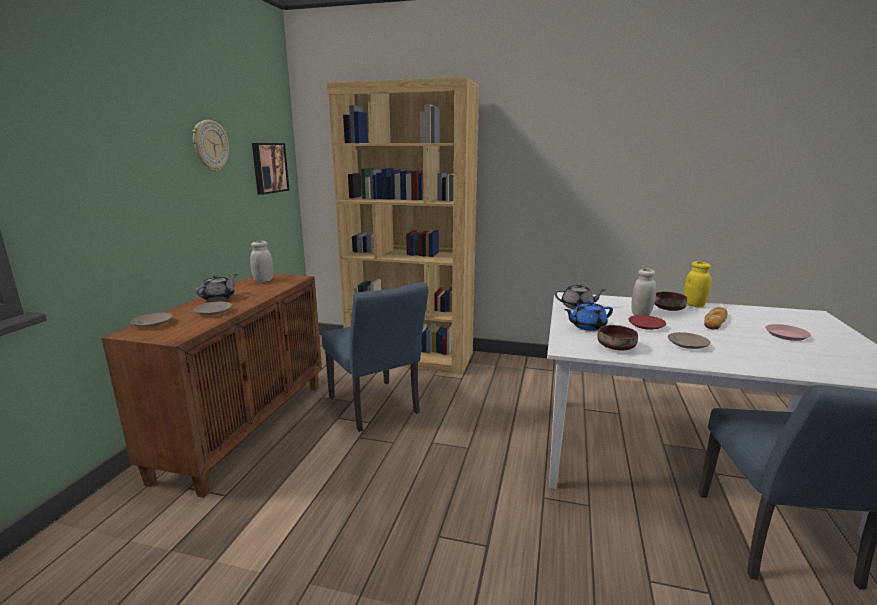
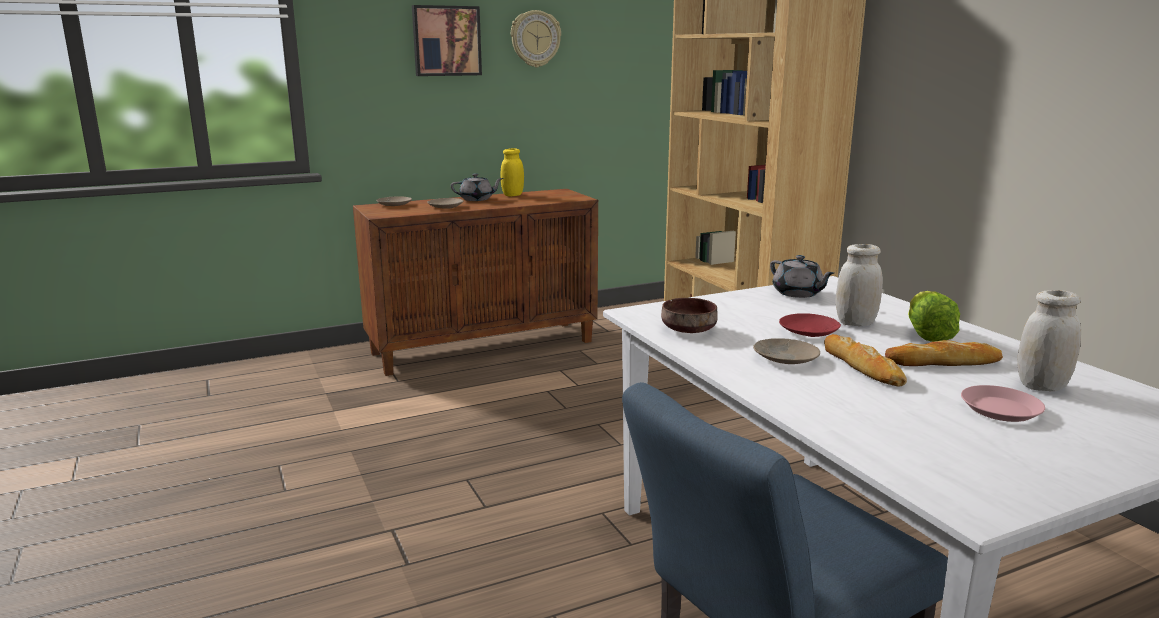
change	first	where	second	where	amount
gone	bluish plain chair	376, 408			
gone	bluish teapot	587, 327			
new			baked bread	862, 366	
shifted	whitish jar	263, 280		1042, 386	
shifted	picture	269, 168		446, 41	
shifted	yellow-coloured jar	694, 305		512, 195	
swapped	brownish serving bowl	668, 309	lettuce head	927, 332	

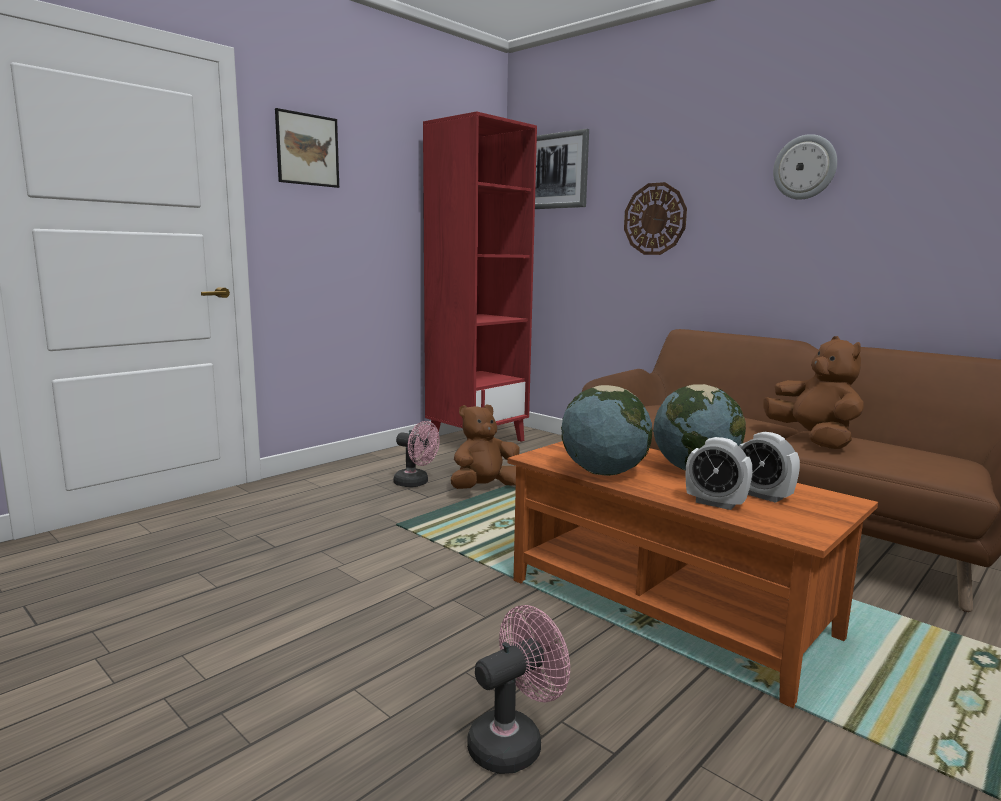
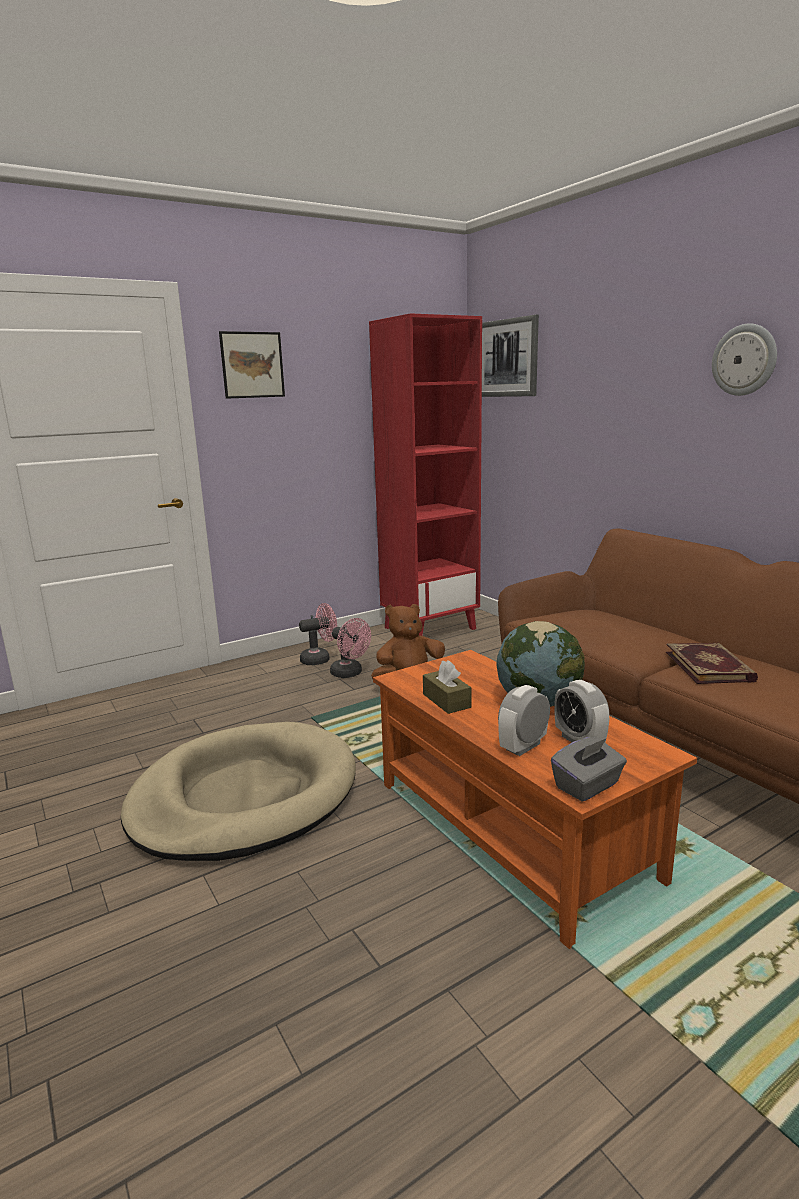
change	first	where	second	where	amount
gone	hanging clock	655, 219			
new			beige-coloured dog cushion	244, 797	
new			greyish tissue box	587, 786	
shifted	pink cooling fan	514, 742		320, 659	
swapped	world globe	603, 472	brownish tissue box	446, 701	
swapped	brownish cuddly toy	813, 440	bound book	710, 666	
rotated	alarm clock	715, 503		523, 747	90 degrees clockwise

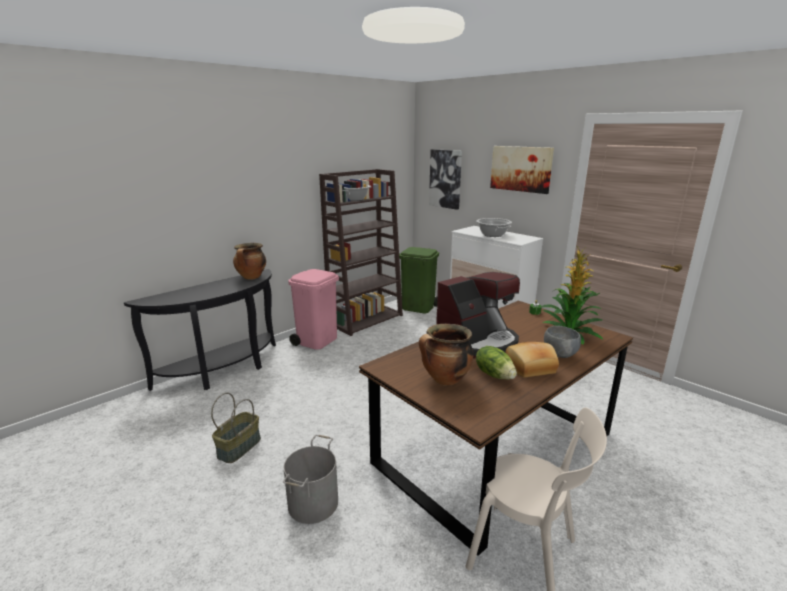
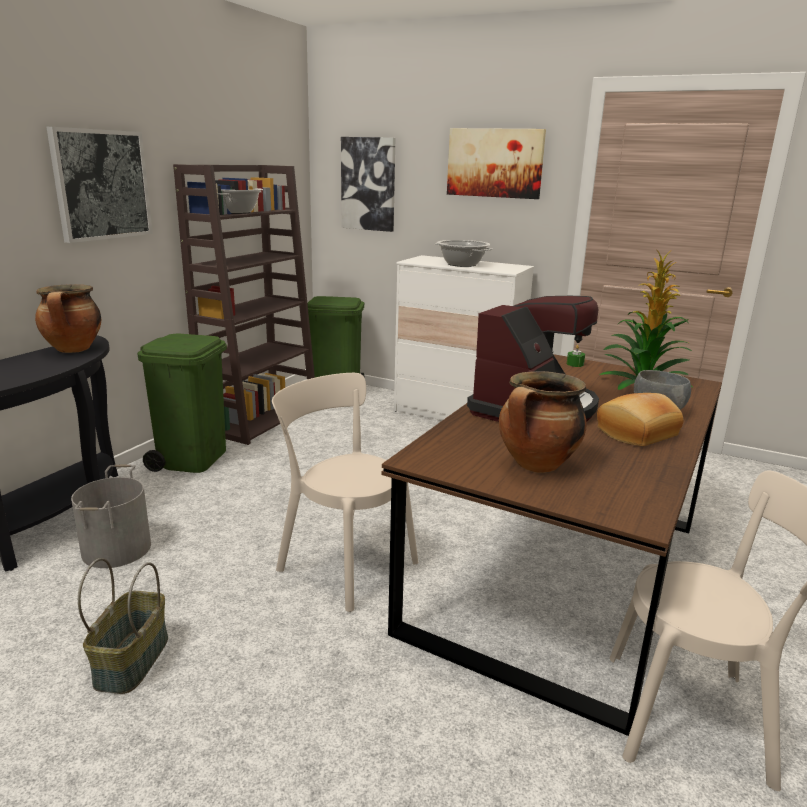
change	first	where	second	where	amount
gone	lettuce head	494, 374			
new			picture	101, 185	
new			beige-coloured plain chair	343, 563	
shifted	greyish water bucket	312, 503		115, 549	
repainted	pink trash can	317, 340	greenish trash can	192, 459	

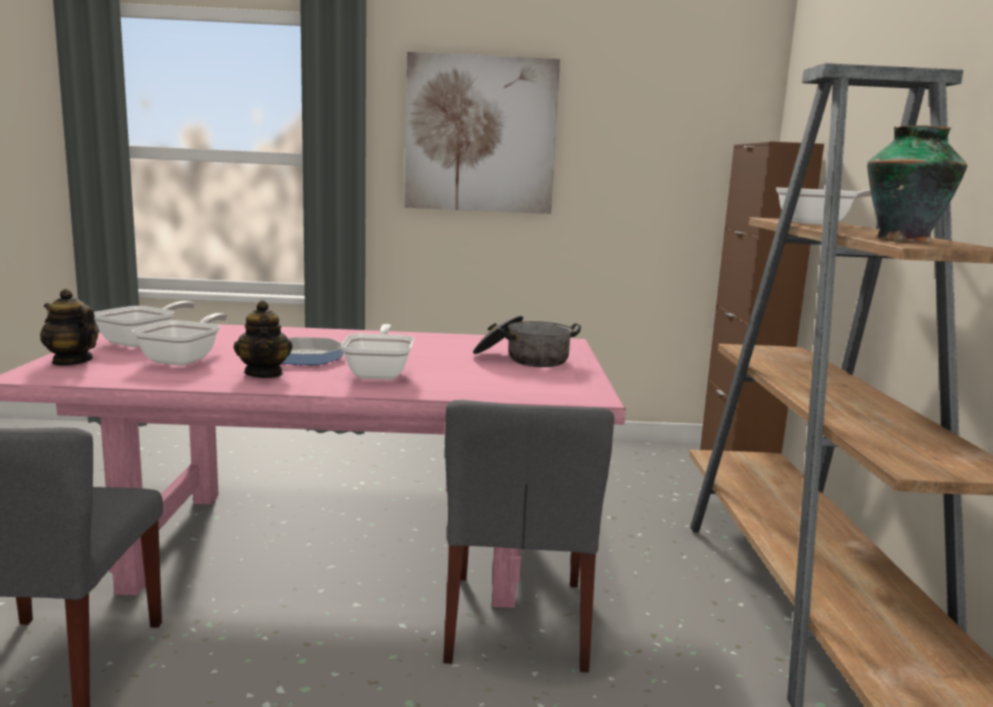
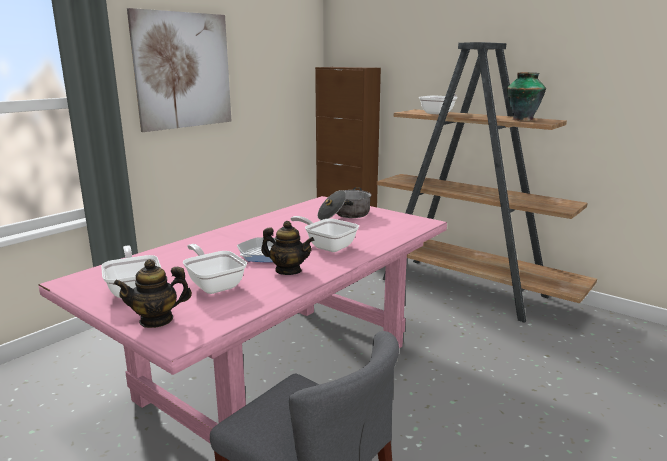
change	first	where	second	where	amount
gone	greyish plain chair	517, 620			

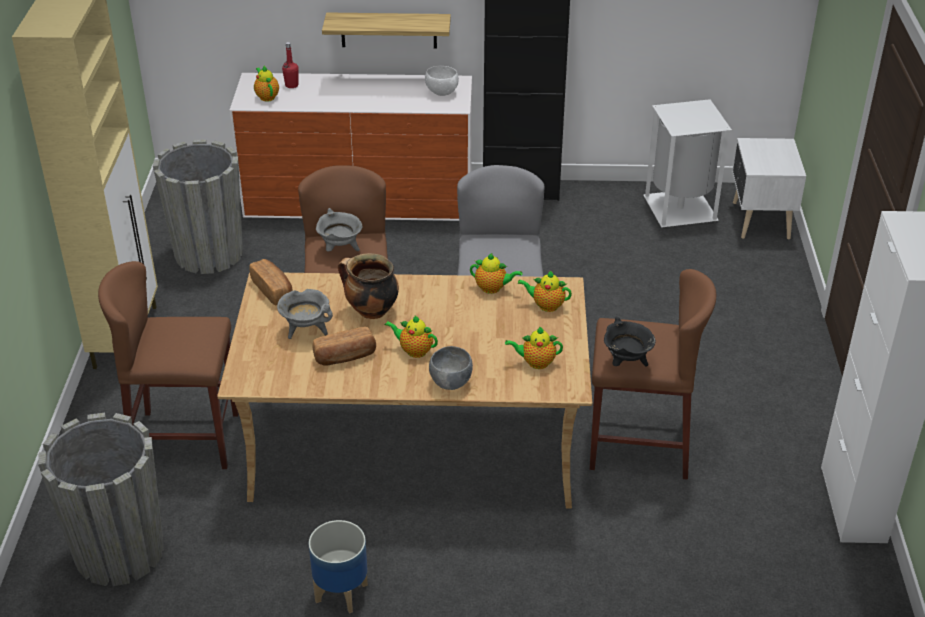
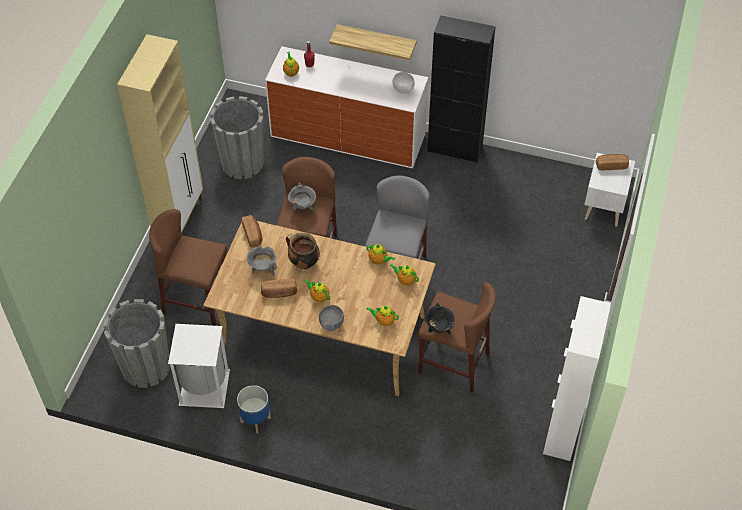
change	first	where	second	where	amount
new			baked bread	611, 165	
shifted	whitish trash can	681, 207		205, 386	

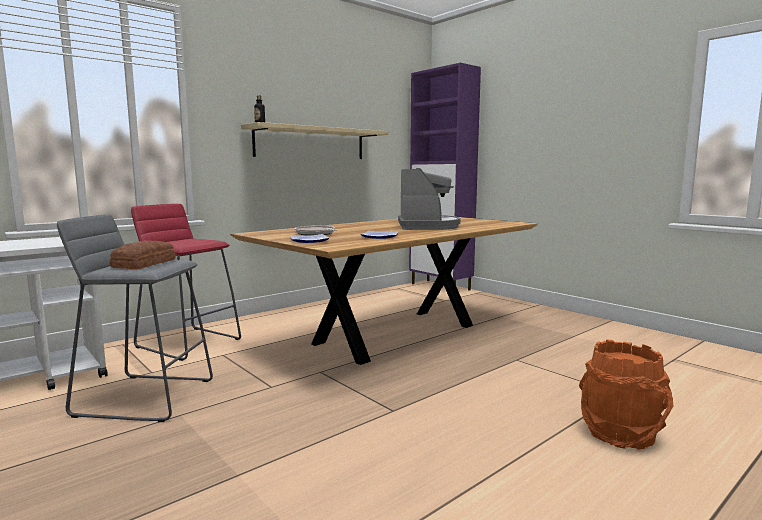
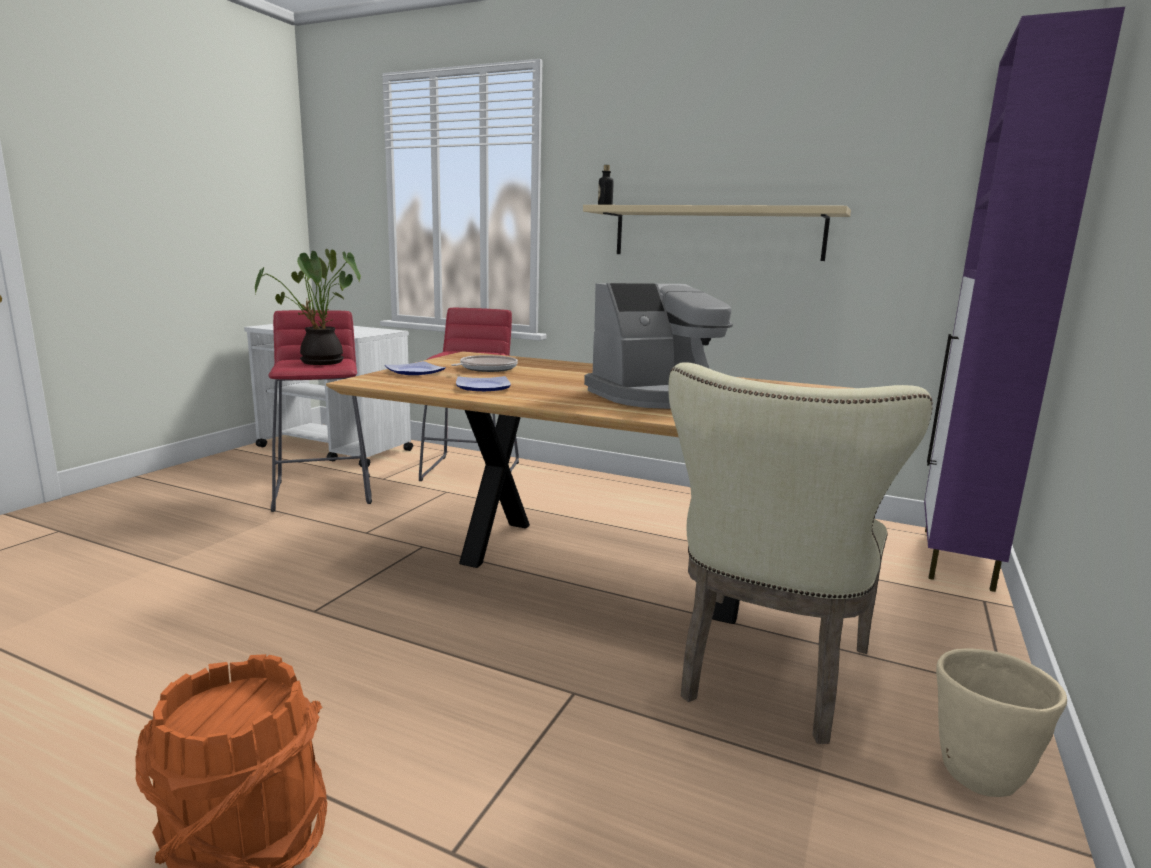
change	first	where	second	where	amount
new			beige-coloured plain chair	768, 678	
new			beige-coloured flower pot	978, 775	
swapped	baked bread	146, 263	houseplant	318, 362	
repainted	greyish stool seat	145, 397	red-coloured stool seat	324, 491	

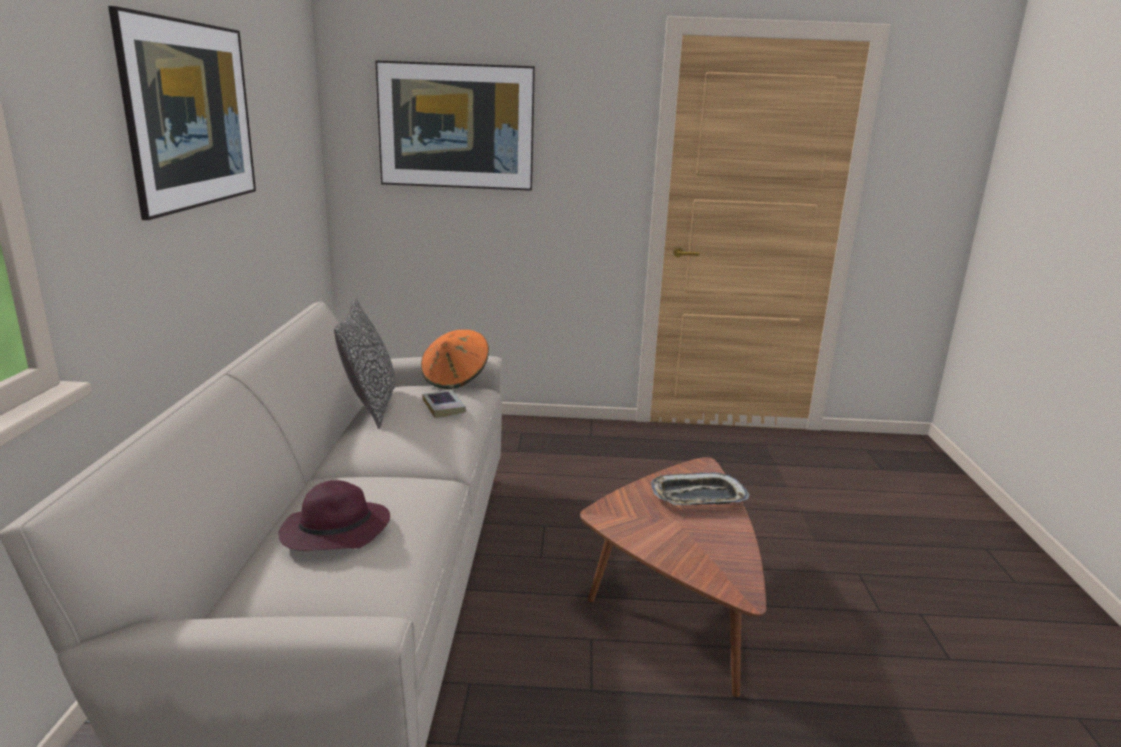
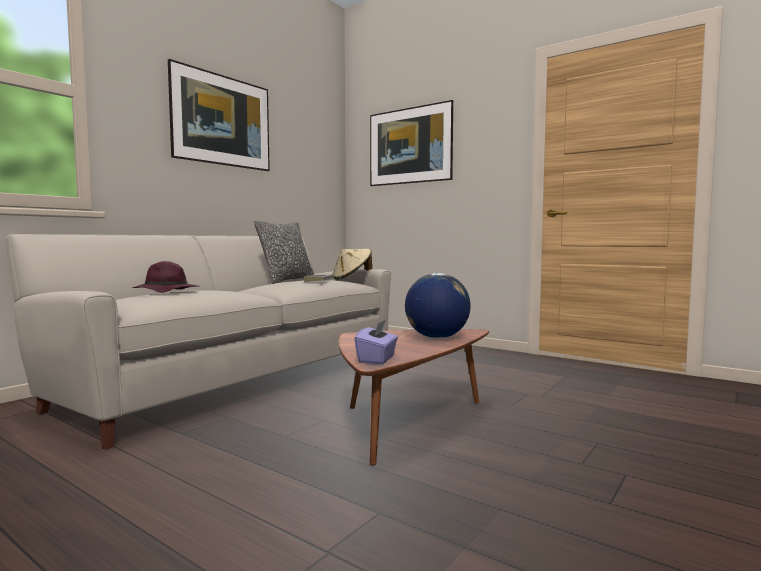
change	first	where	second	where	amount
new			purple-coloured tissue box	377, 359	
swapped	carrying tray	697, 497	world globe	436, 337	
repainted	orange clothing hat	455, 379	beige-coloured clothing hat	352, 278	

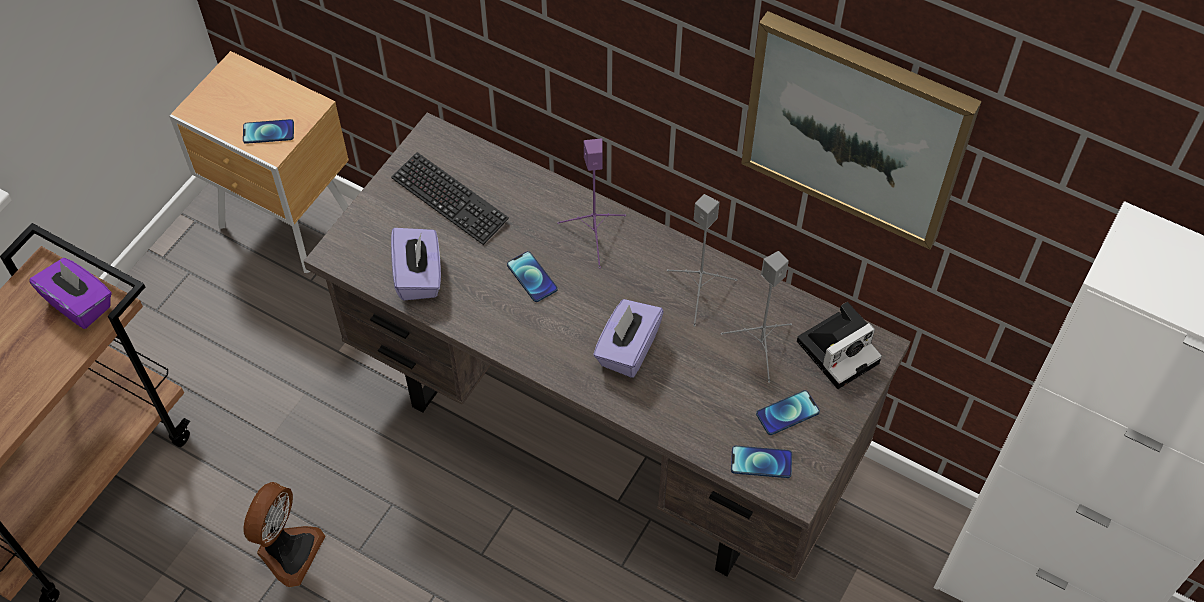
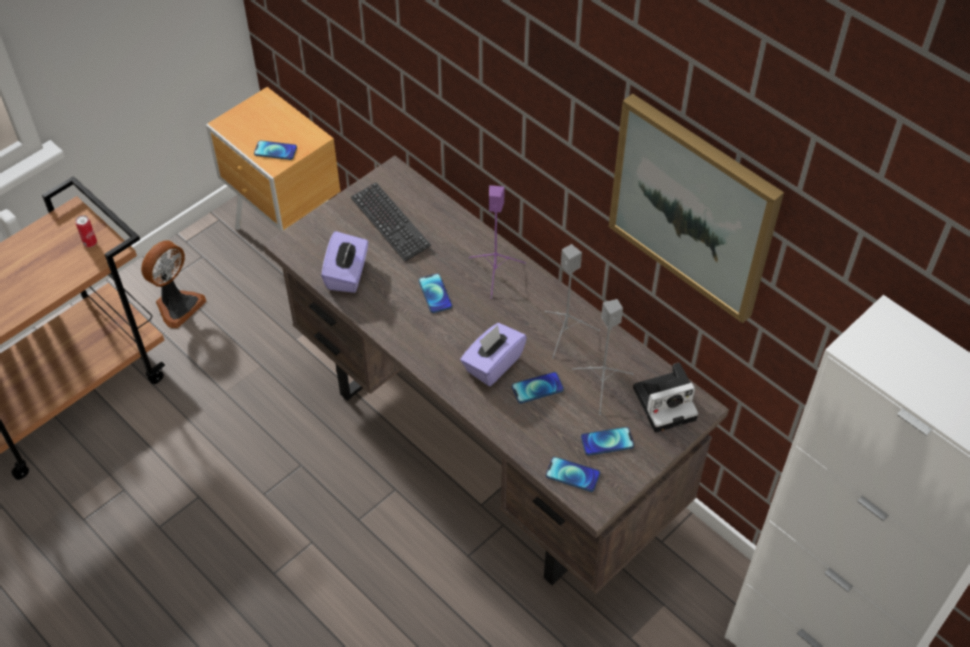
change	first	where	second	where	amount
new			phone	537, 388	
shifted	cooling fan	288, 551		177, 305	
swapped	purple-coloured tissue box	80, 303	can	90, 243	

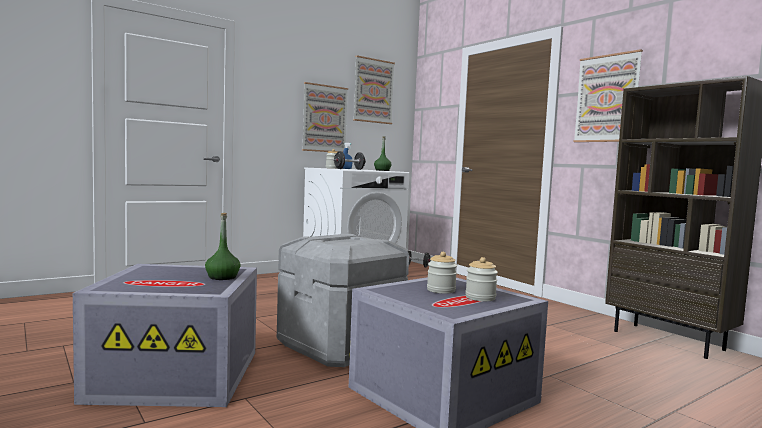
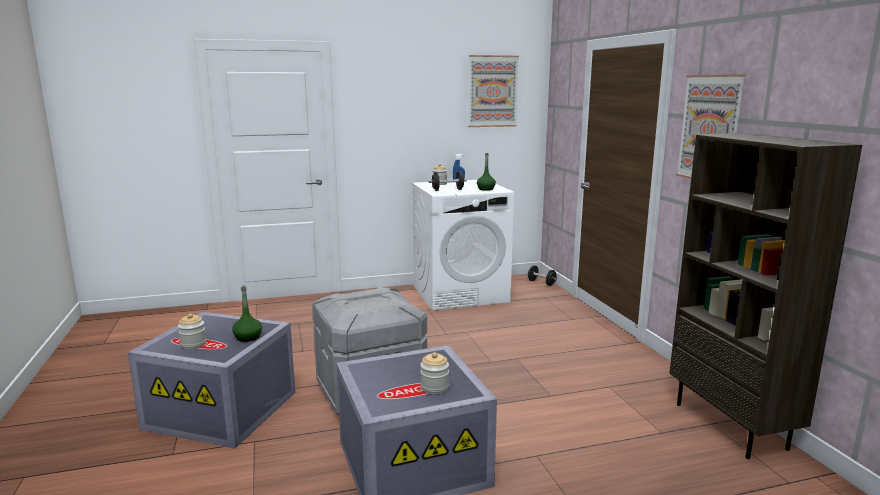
change	first	where	second	where	amount
gone	picture	324, 118			
shifted	jar	441, 290		193, 344	

